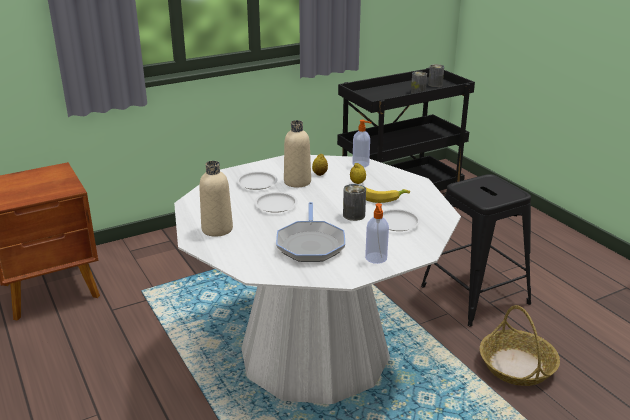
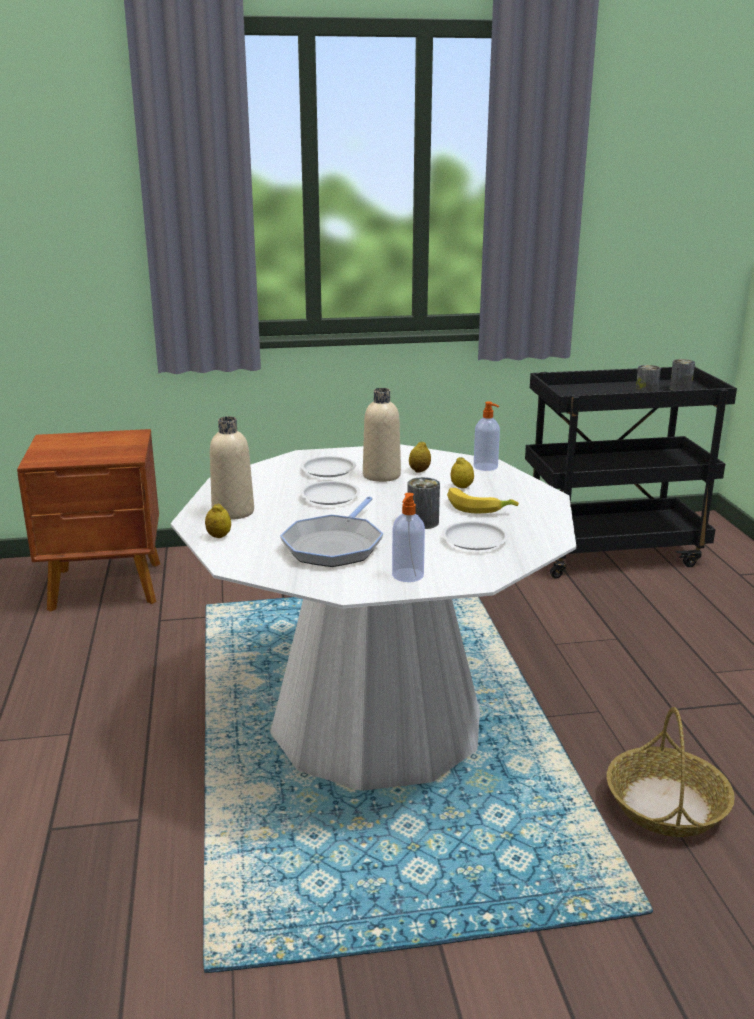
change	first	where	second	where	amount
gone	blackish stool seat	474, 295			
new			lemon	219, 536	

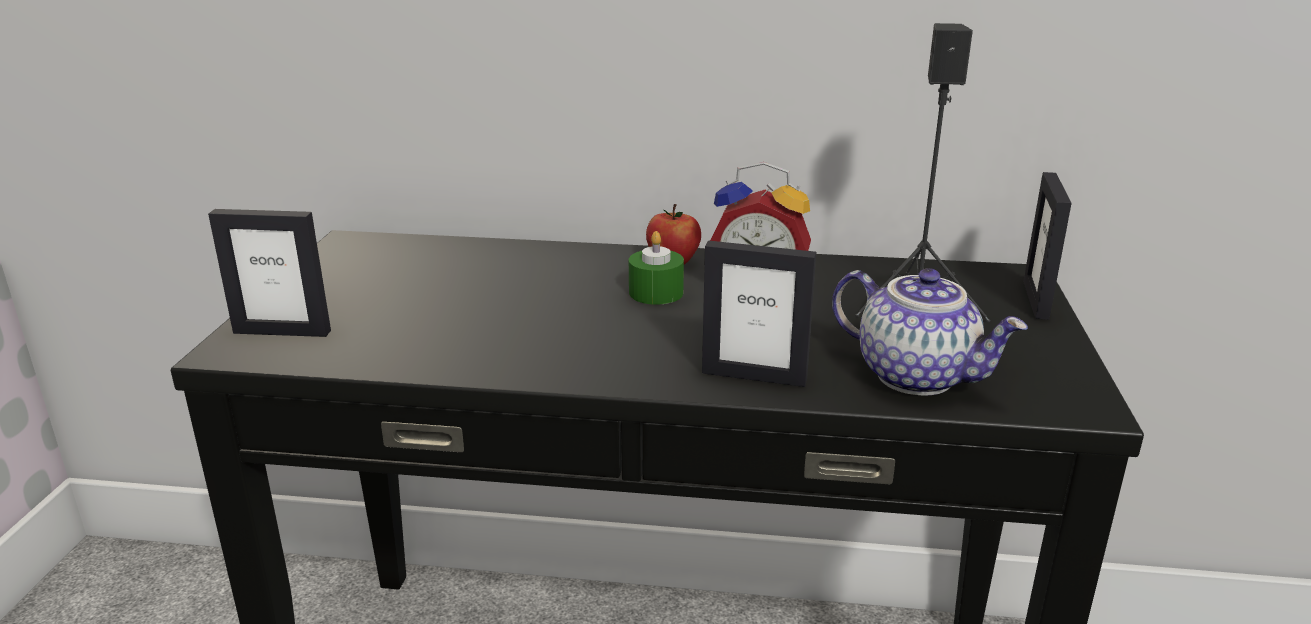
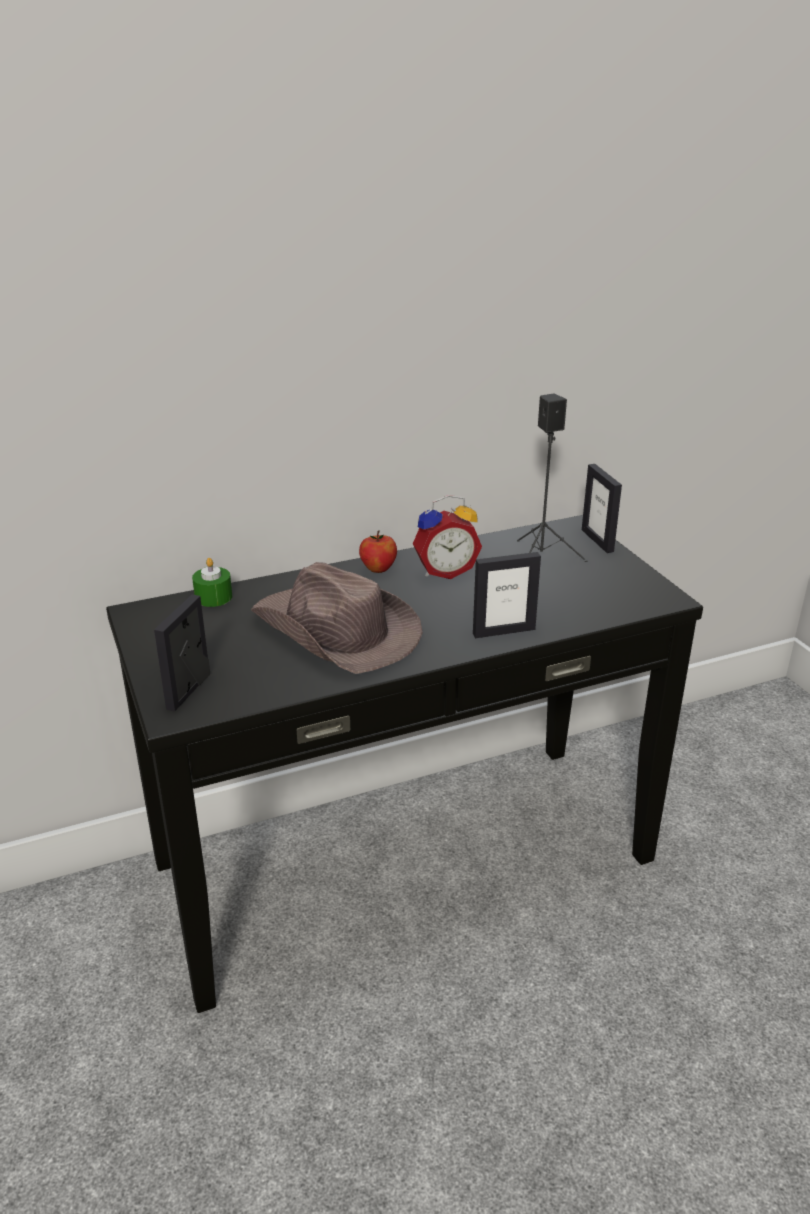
change	first	where	second	where	amount
gone	teapot	918, 375			
new			brownish clothing hat	336, 631	
shifted	greenish candle	656, 292		213, 597	
rotated	standing frame	282, 331		189, 691	135 degrees clockwise

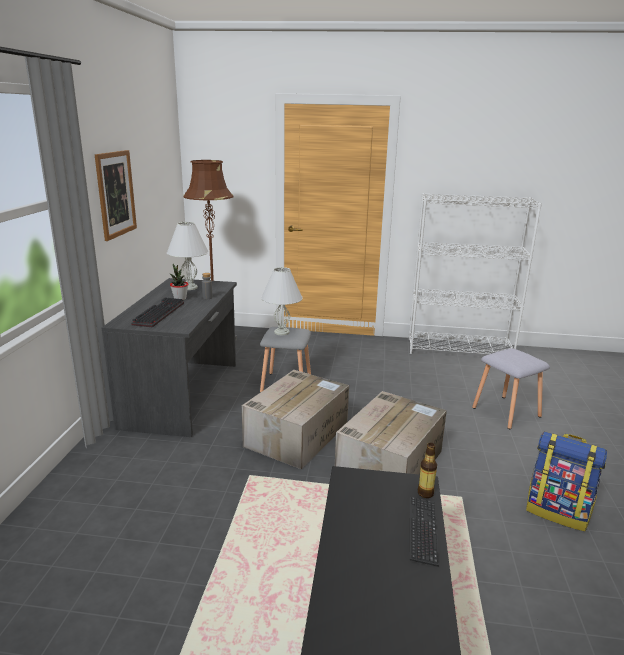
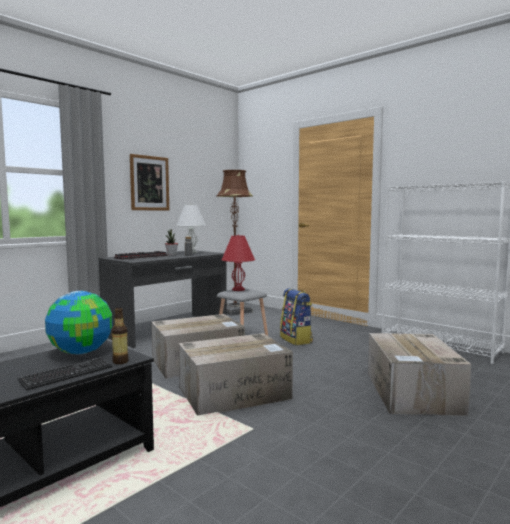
change	first	where	second	where	amount
new			world globe	81, 352	
shifted	backpack	558, 512		296, 340	
swapped	greyish stool seat	507, 412	packing box	413, 393	
repainted	whitish tabletop lamp	281, 332	red-coloured tabletop lamp	238, 289	

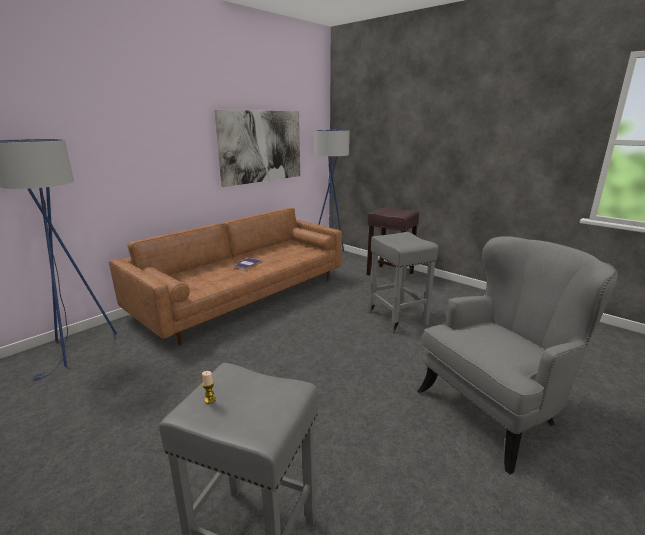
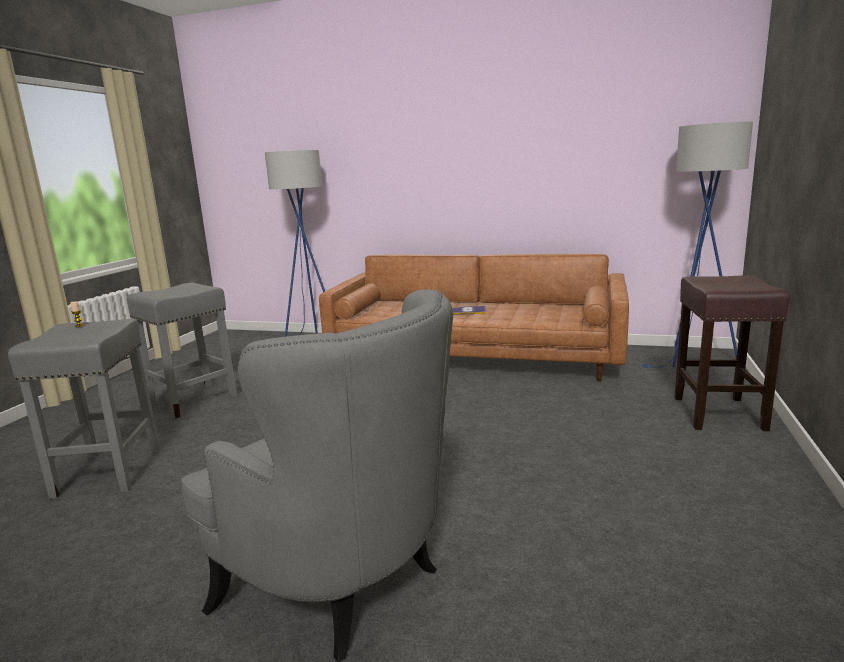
change	first	where	second	where	amount
gone	picture	261, 146			
shifted	greyish stool seat	397, 317		194, 400	

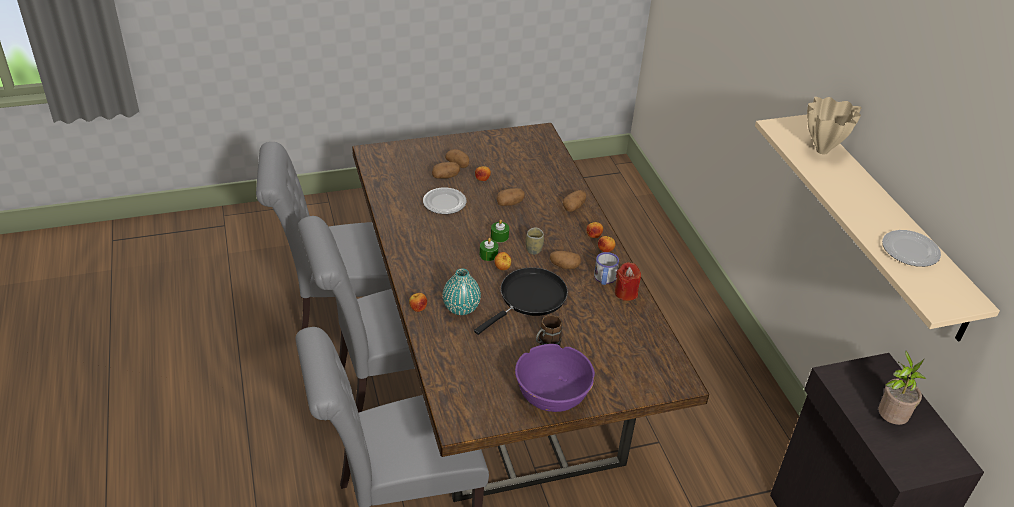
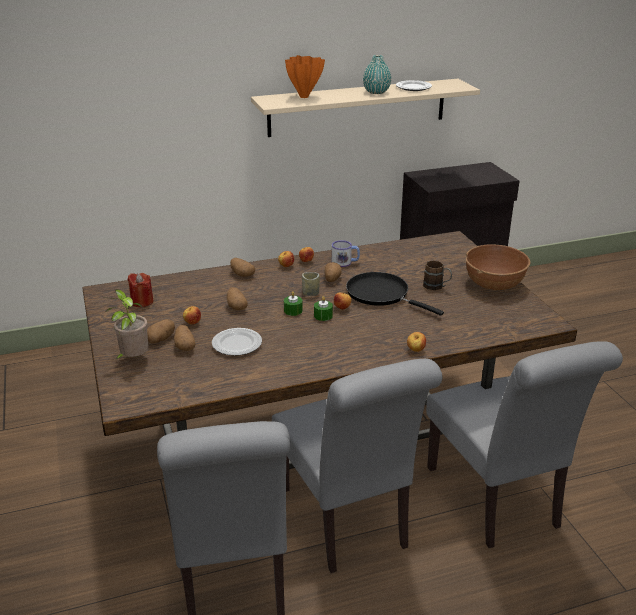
change	first	where	second	where	amount
shifted	turquoise flower vase	461, 308		376, 92	
shifted	red-coloured candle	626, 293		142, 302	
shifted	houseplant	889, 419		133, 359	
repainted	purple-coloured serving bowl	552, 395	brownish serving bowl	494, 284	
repainted	beige-coloured flower vase	821, 151	orange flower vase	304, 97	

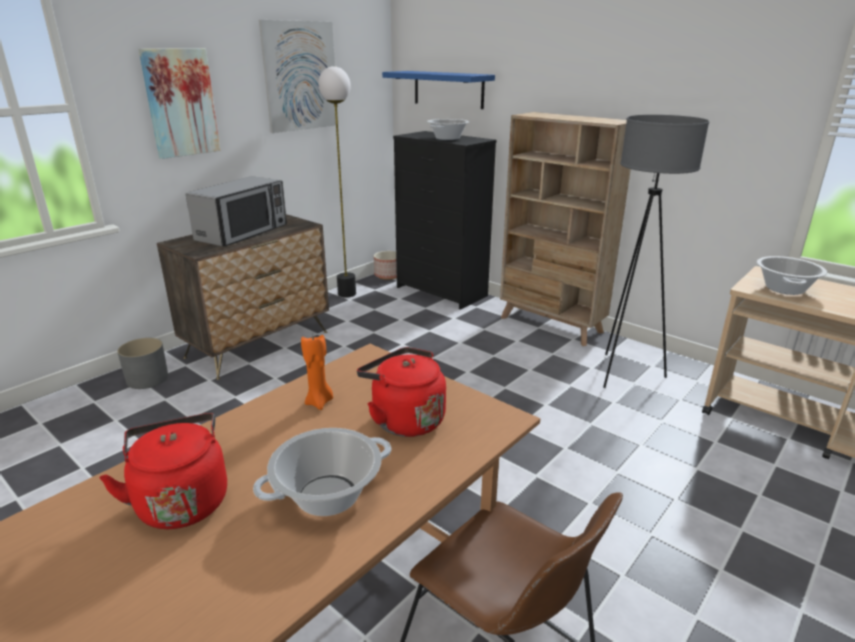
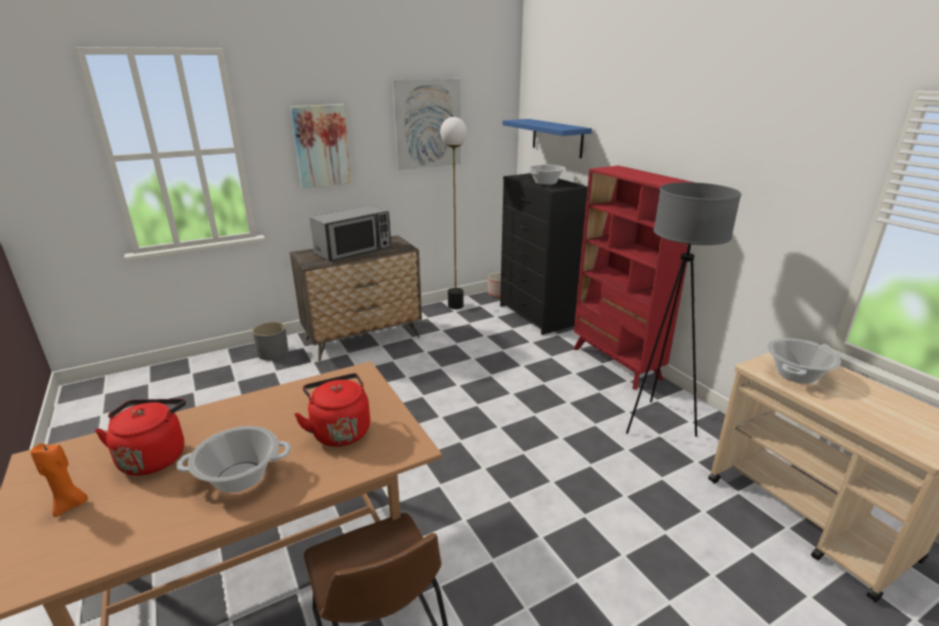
change	first	where	second	where	amount
shifted	orange candle	319, 402		71, 505	
repainted	beige-coloured bookcase	551, 325	red-coloured bookcase	616, 363	

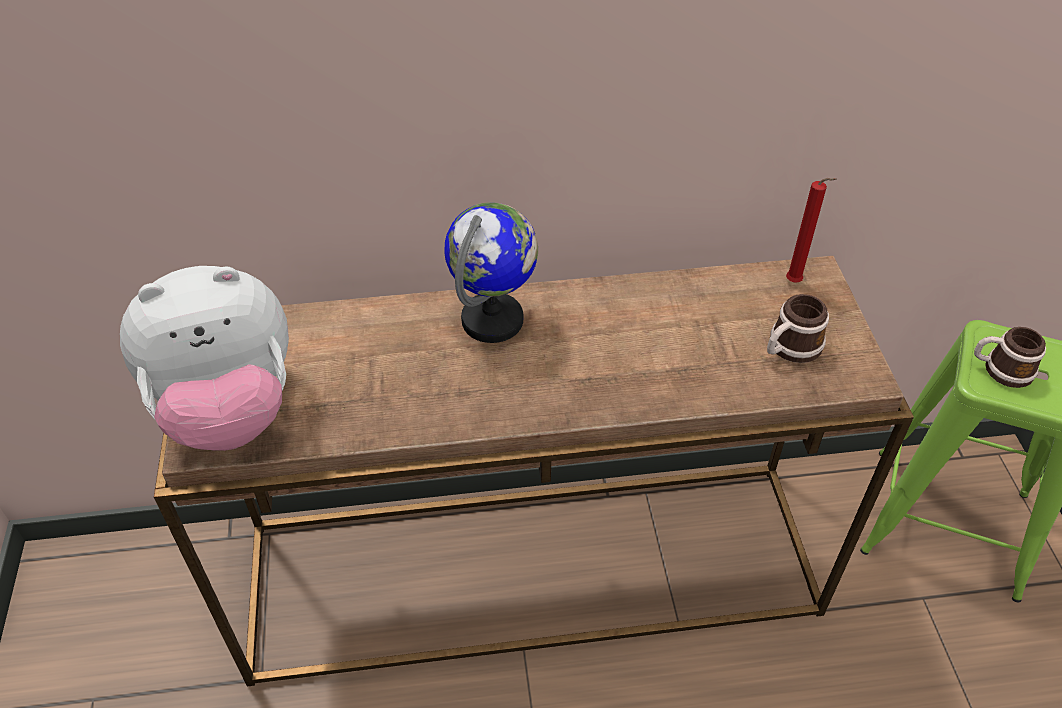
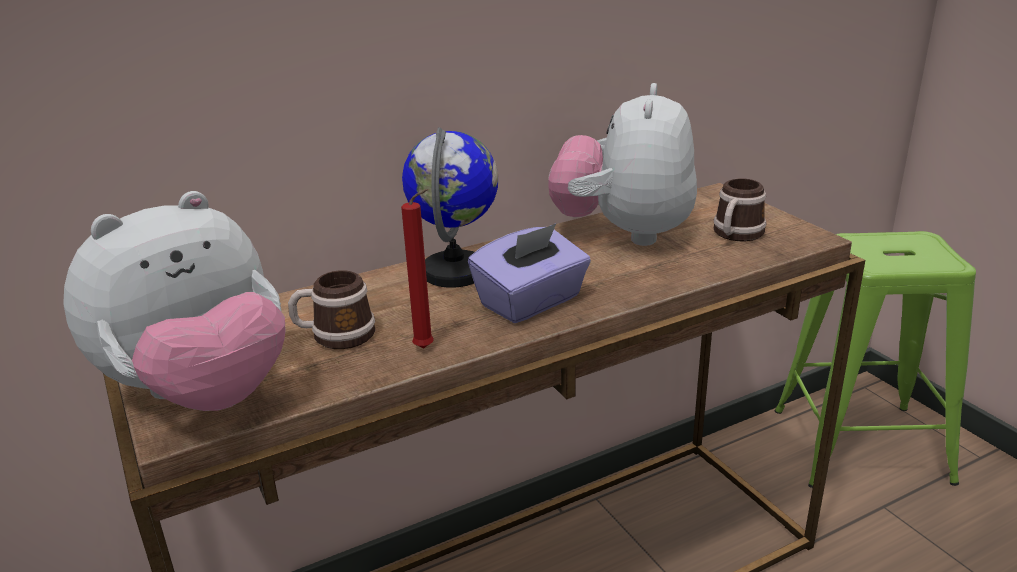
change	first	where	second	where	amount
new			purple-coloured tissue box	531, 302	
new			cuddly toy	624, 233	
shifted	red-coloured candle	795, 283		427, 348	
shifted	mug	1000, 369		335, 335	

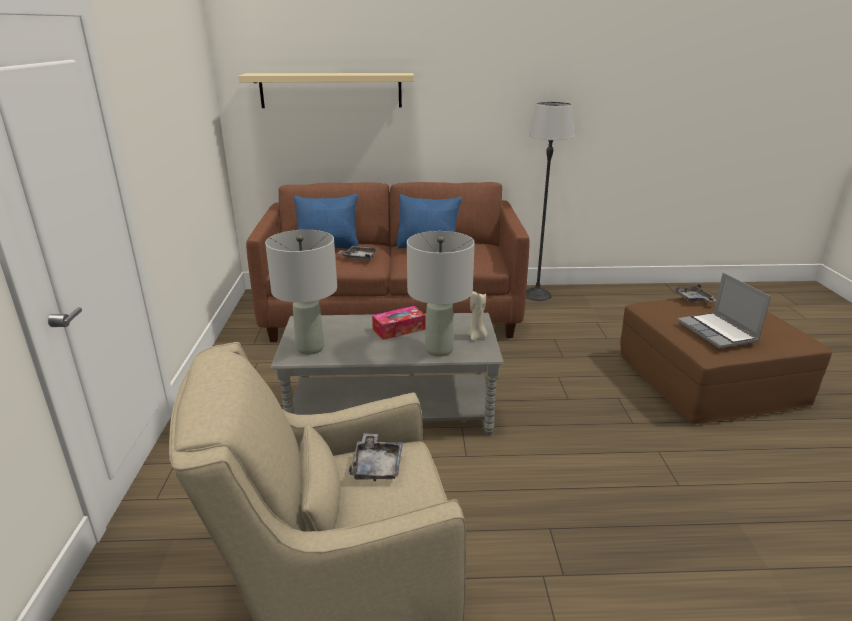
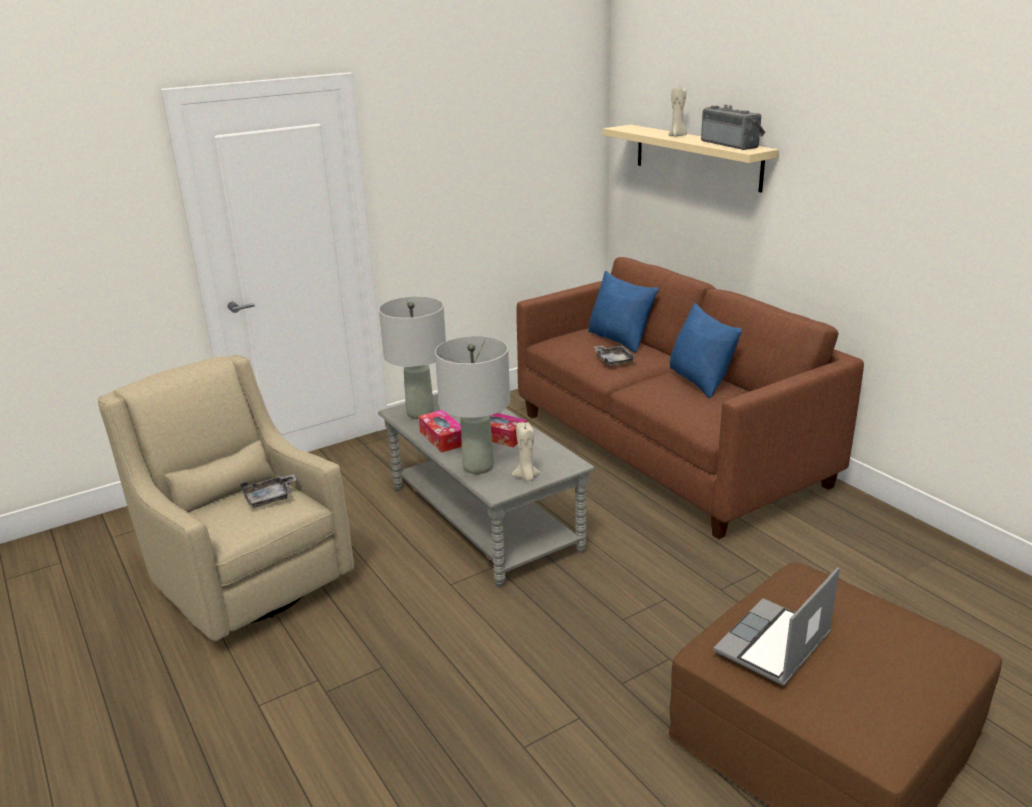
change	first	where	second	where	amount
gone	standard lamp	537, 295			
gone	greyish carrying tray	693, 299			
new			tissue box	442, 438	
new			beige-coloured candle	677, 136	
new			radio set	732, 144	

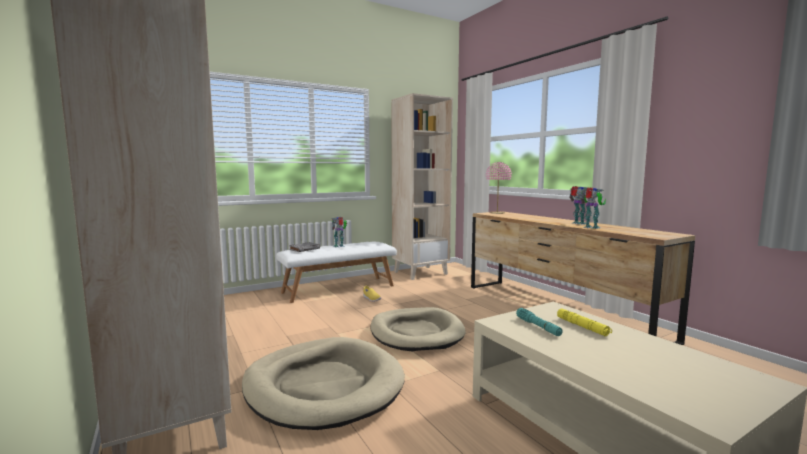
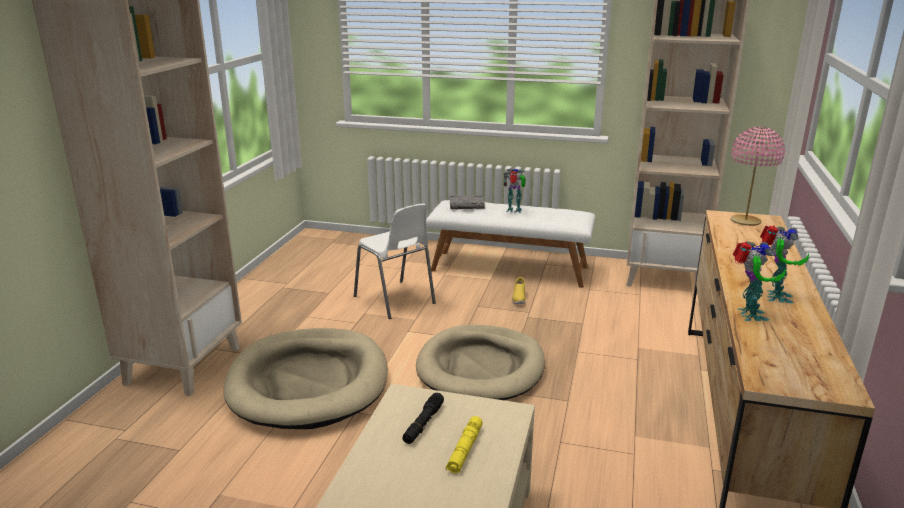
change	first	where	second	where	amount
new			whitish plain chair	395, 300	
repainted	turquoise torch	538, 327	blackish torch	423, 424	

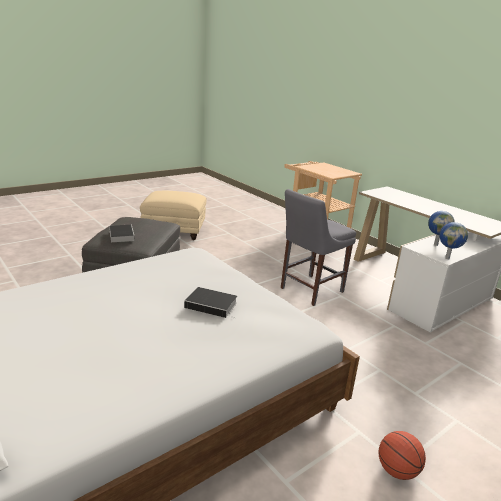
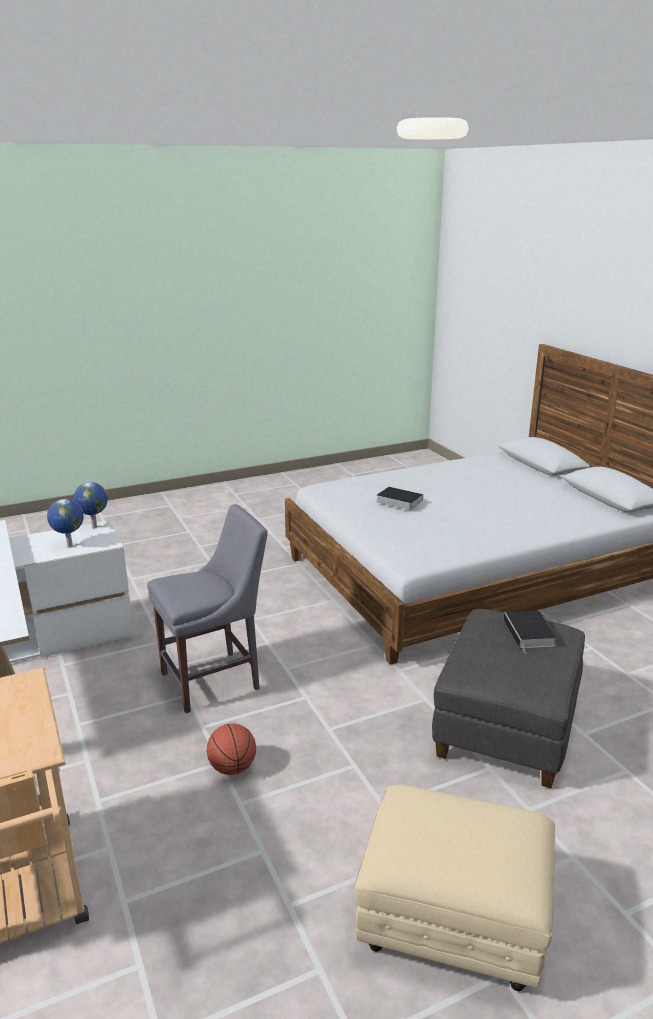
change	first	where	second	where	amount
shifted	ball for basketball	397, 471		232, 768	

